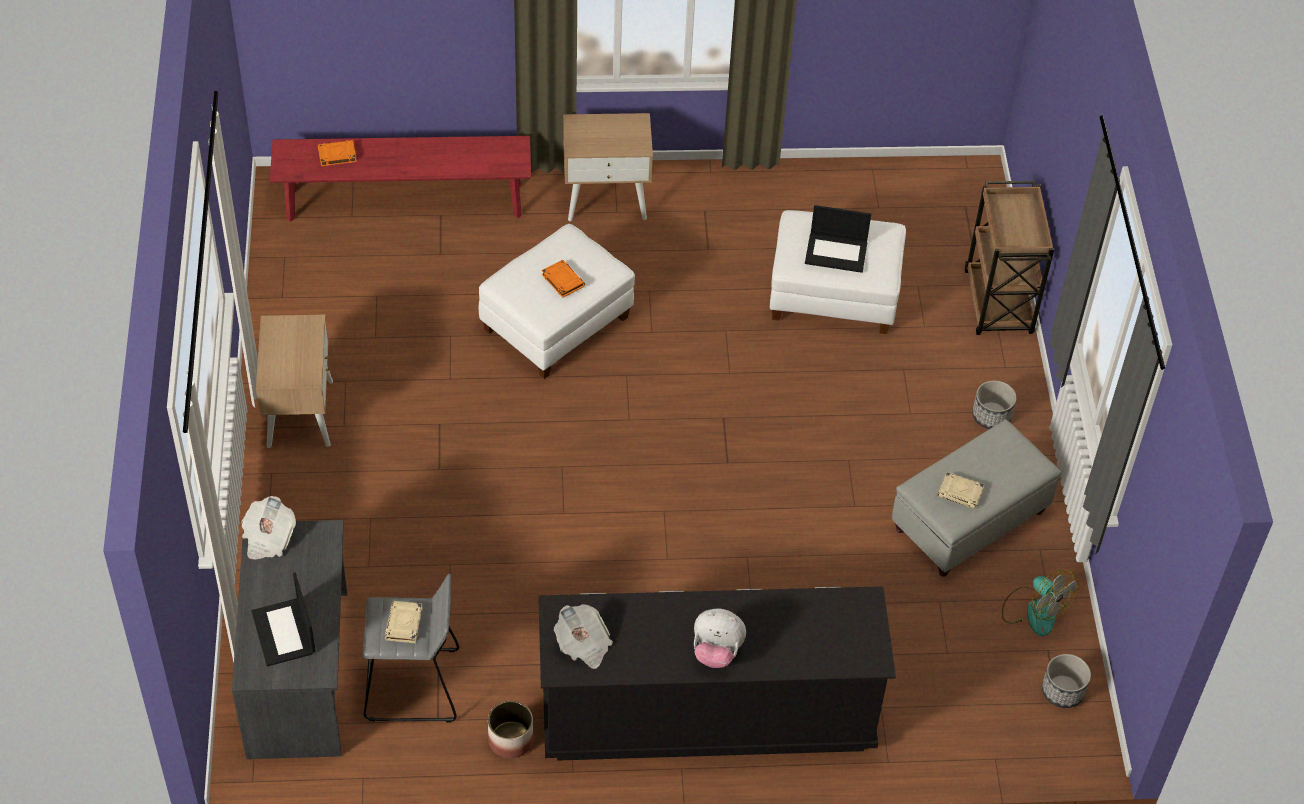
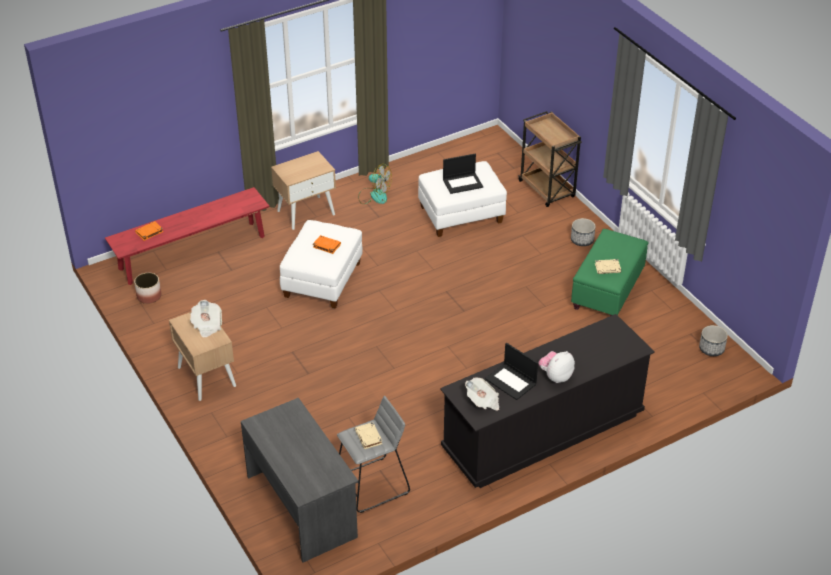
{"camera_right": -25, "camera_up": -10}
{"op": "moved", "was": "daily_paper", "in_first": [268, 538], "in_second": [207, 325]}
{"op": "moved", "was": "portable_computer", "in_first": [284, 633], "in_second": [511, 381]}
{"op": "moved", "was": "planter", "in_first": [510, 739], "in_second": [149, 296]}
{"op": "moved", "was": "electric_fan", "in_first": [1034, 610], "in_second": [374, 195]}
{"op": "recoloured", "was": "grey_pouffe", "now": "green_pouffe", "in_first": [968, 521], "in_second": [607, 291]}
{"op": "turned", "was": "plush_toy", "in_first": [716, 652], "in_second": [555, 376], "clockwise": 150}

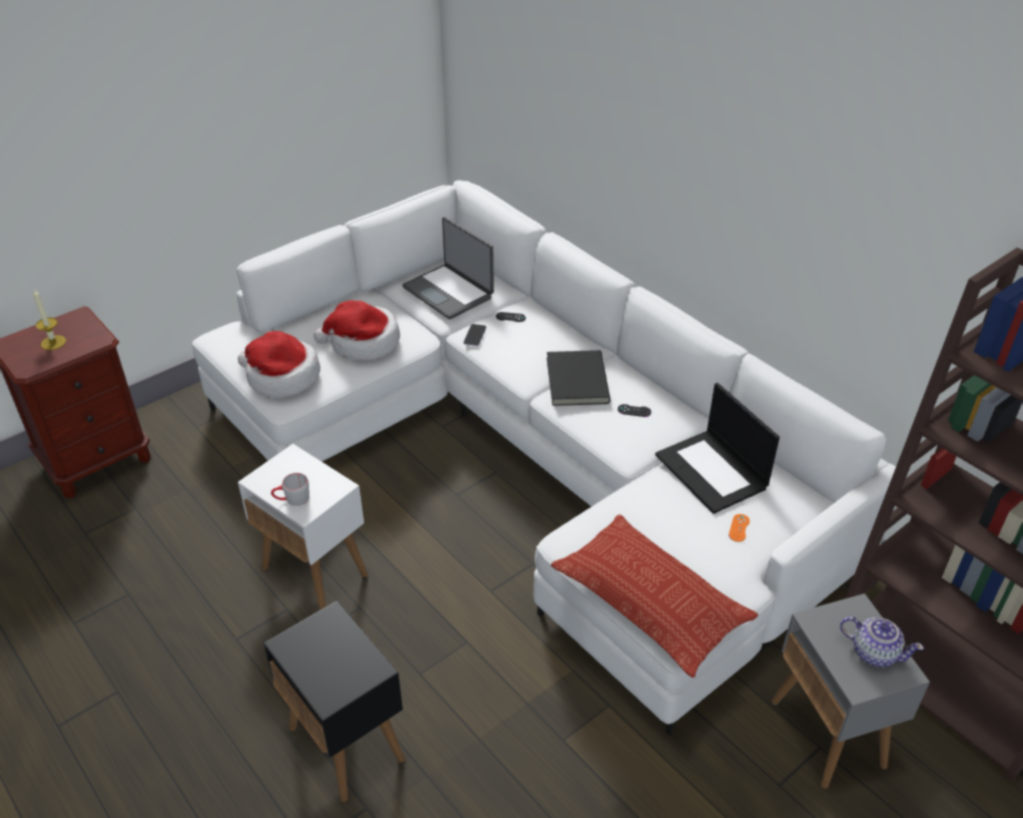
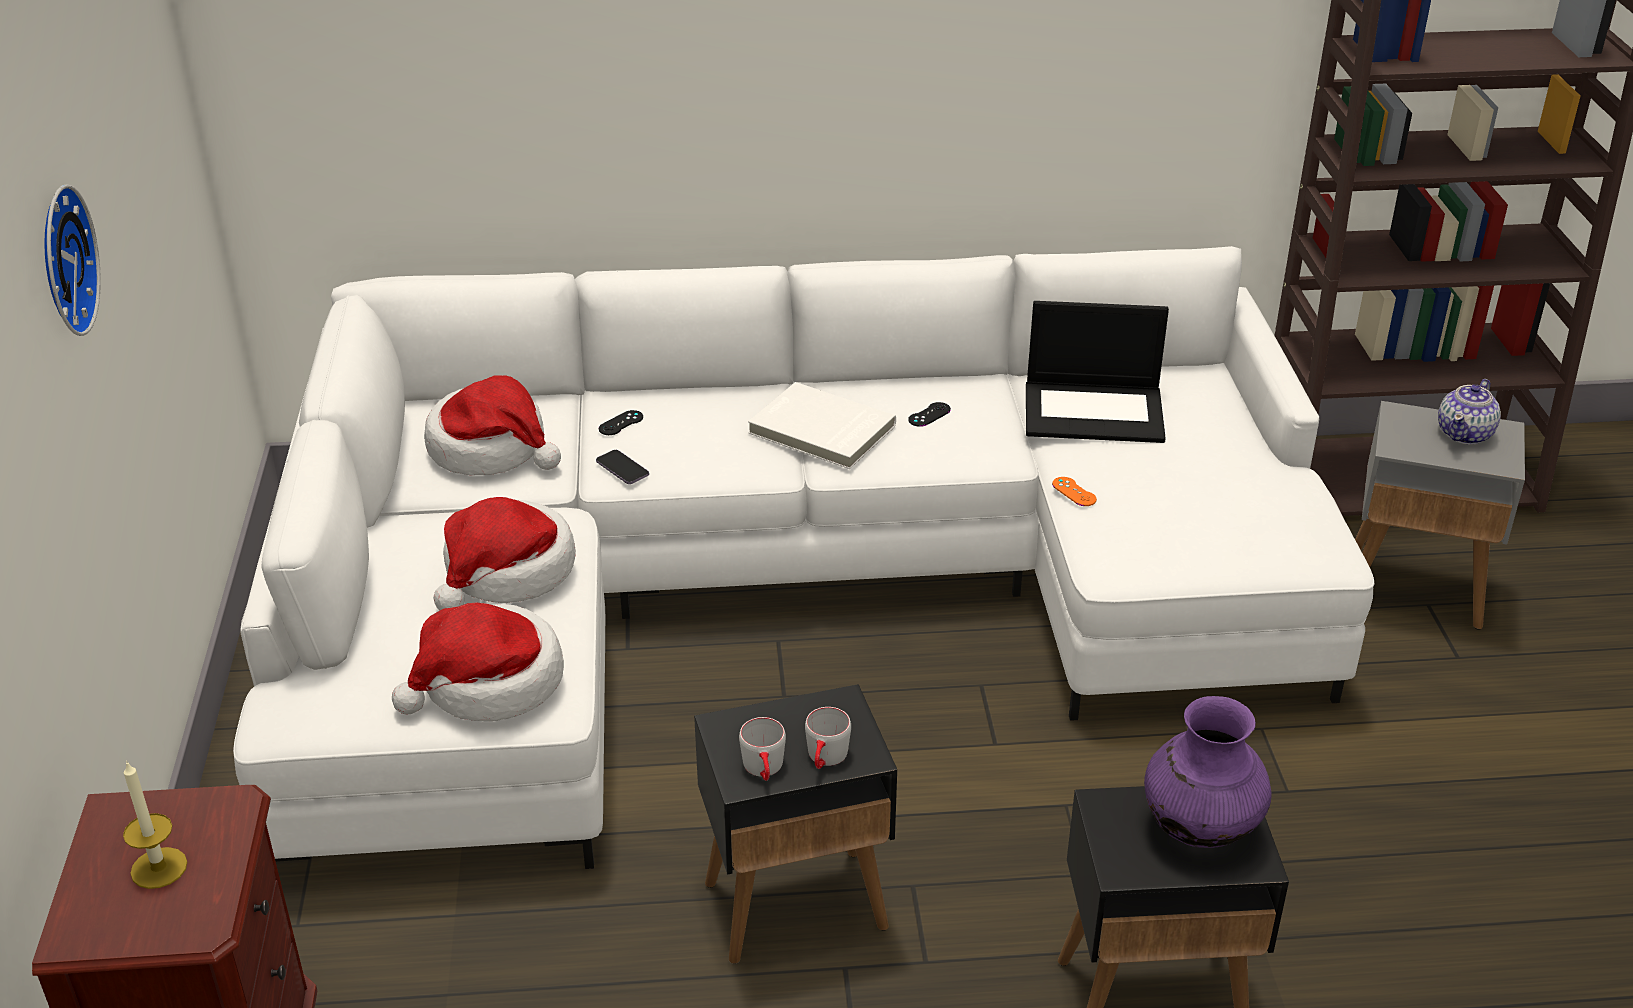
{"camera_right": -55, "camera_up": -5}
{"op": "removed", "was": "pillow", "in_first": [651, 600]}
{"op": "added", "now": "hanging_clock", "in_second": [60, 261]}
{"op": "added", "now": "grey_tea_mug", "in_second": [764, 770]}
{"op": "added", "now": "purplish_vase", "in_second": [1199, 828]}
{"op": "moved", "was": "orange_game_controller", "in_first": [739, 528], "in_second": [1074, 492]}
{"op": "replaced", "was": "portable_computer", "now": "clothing_hat", "in_first": [449, 292], "in_second": [491, 448]}
{"op": "recoloured", "was": "white-coloured_accent_table", "now": "black_accent_table", "in_first": [315, 572], "in_second": [797, 905]}
{"op": "recoloured", "was": "black_book", "now": "white-coloured_book", "in_first": [575, 380], "in_second": [820, 431]}
{"op": "turned", "was": "tea_pot", "in_first": [874, 652], "in_second": [1465, 433], "clockwise": 150}

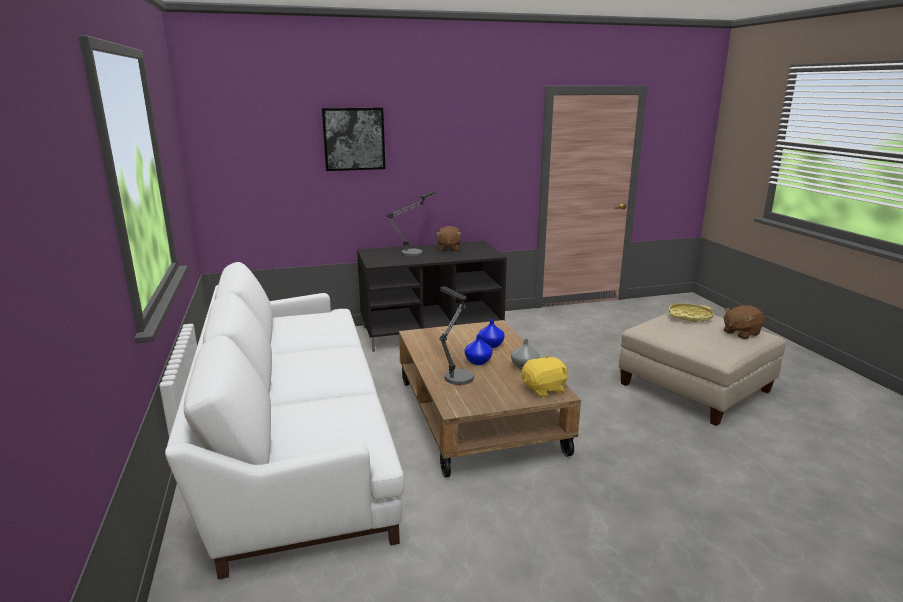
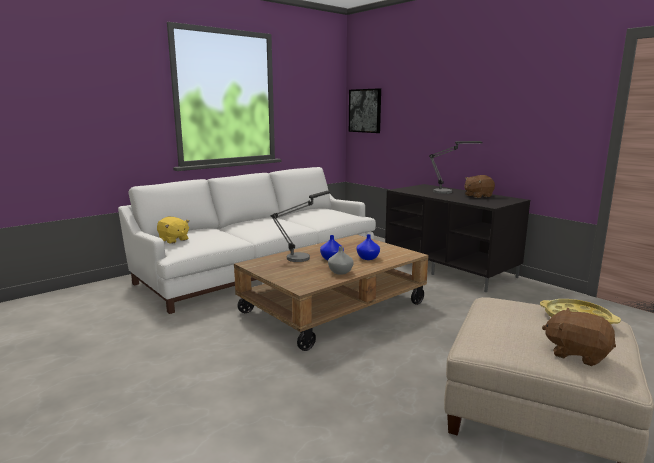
{"camera_right": 65, "camera_up": -5}
{"op": "moved", "was": "wall_picture", "in_first": [354, 139], "in_second": [365, 110]}
{"op": "moved", "was": "yellow-coloured_plush_toy", "in_first": [544, 389], "in_second": [173, 240]}

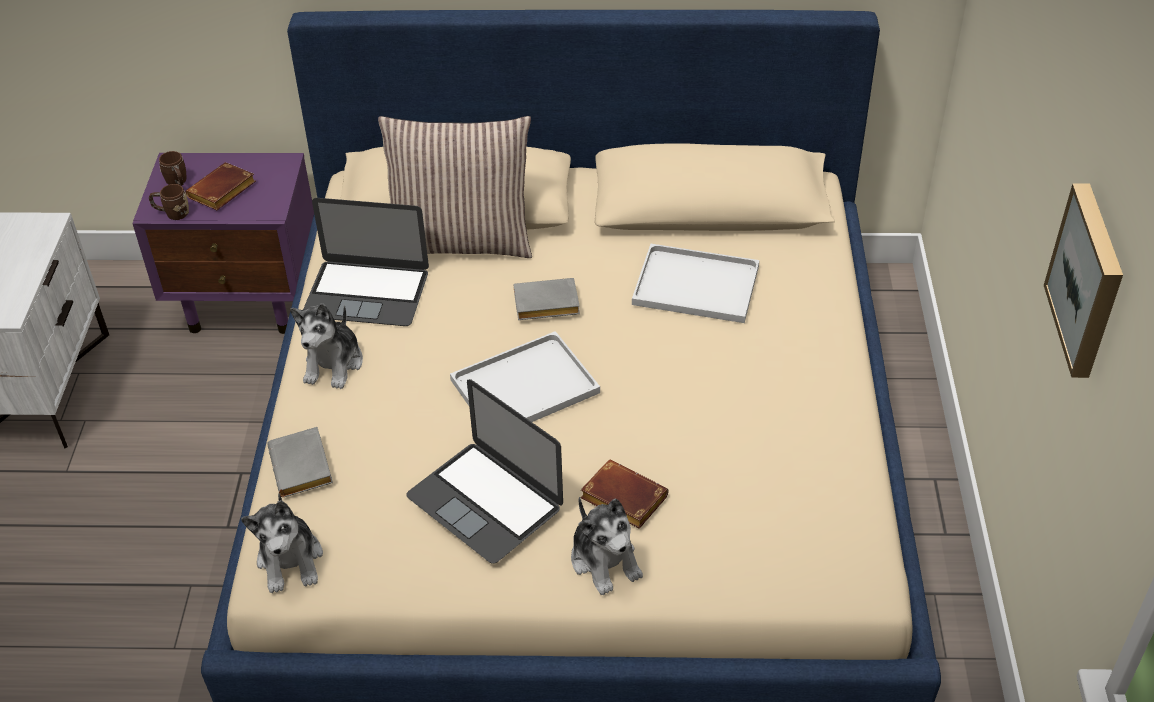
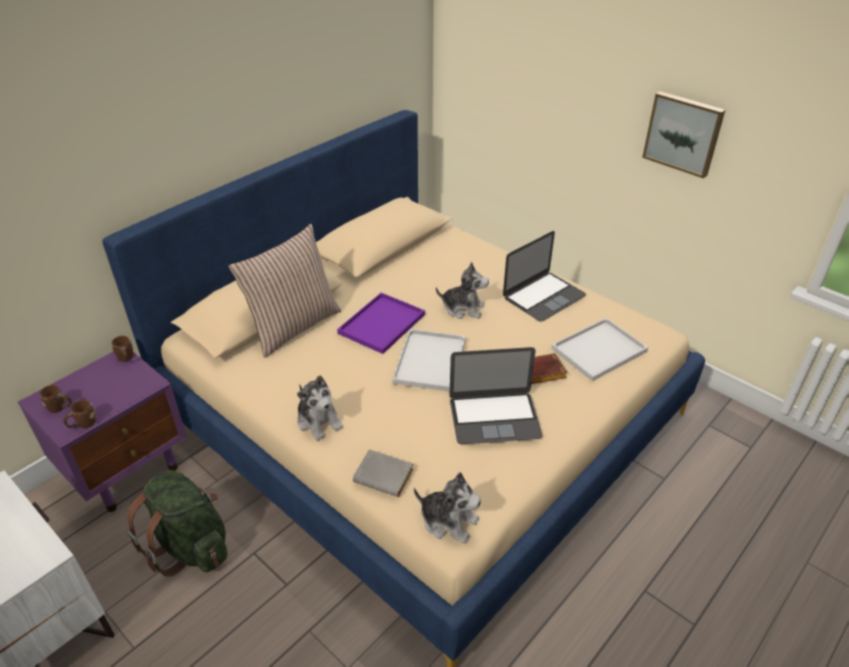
{"camera_right": -50, "camera_up": -5}
{"op": "removed", "was": "brownish_book", "in_first": [222, 192]}
{"op": "added", "now": "brownish_tea_mug", "in_second": [126, 359]}
{"op": "added", "now": "green_backpack", "in_second": [191, 546]}
{"op": "moved", "was": "portable_computer", "in_first": [366, 293], "in_second": [544, 296]}
{"op": "moved", "was": "plush_toy", "in_first": [605, 560], "in_second": [463, 308]}
{"op": "moved", "was": "white-coloured_serving_tray", "in_first": [698, 285], "in_second": [599, 349]}
{"op": "replaced", "was": "grey_book", "now": "purplish_serving_tray", "in_first": [544, 305], "in_second": [381, 325]}

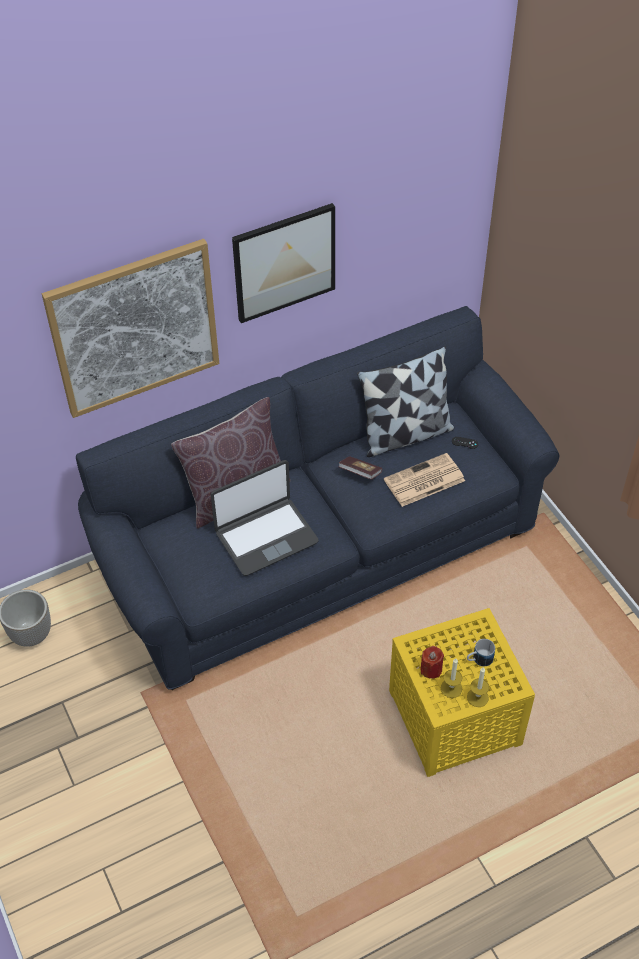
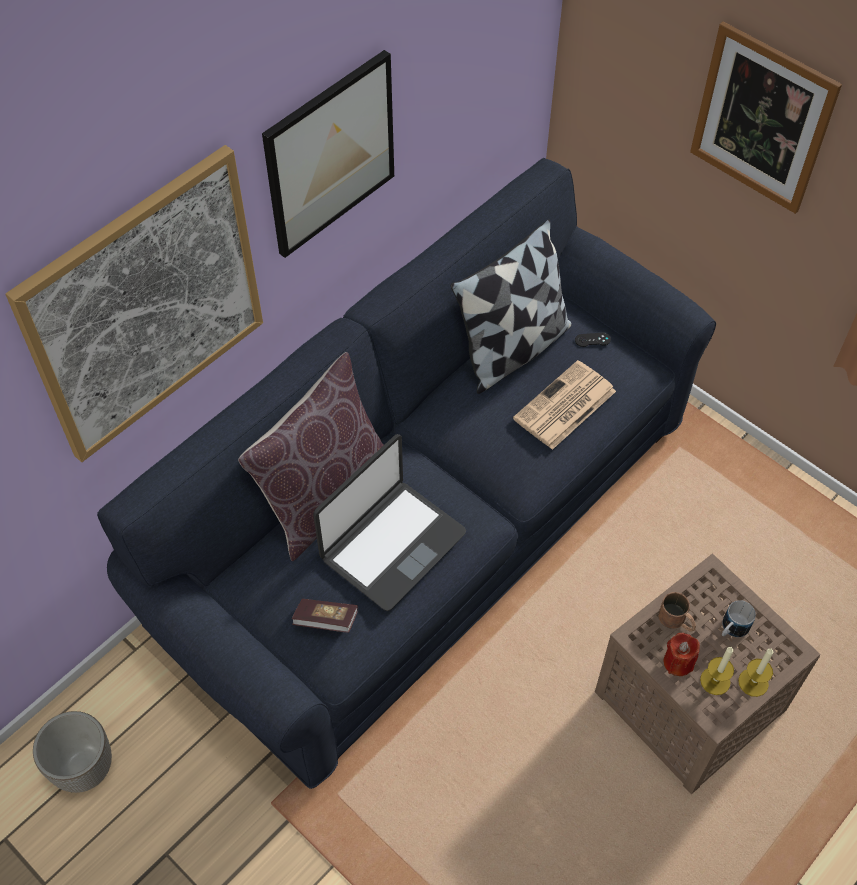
{"camera_right": -20, "camera_up": 5}
{"op": "added", "now": "brownish_tea_mug", "in_second": [677, 621]}
{"op": "added", "now": "wall_picture", "in_second": [762, 119]}
{"op": "moved", "was": "book", "in_first": [360, 473], "in_second": [326, 621]}
{"op": "recoloured", "was": "yellow-coloured_accent_table", "now": "brownish_accent_table", "in_first": [457, 718], "in_second": [693, 702]}

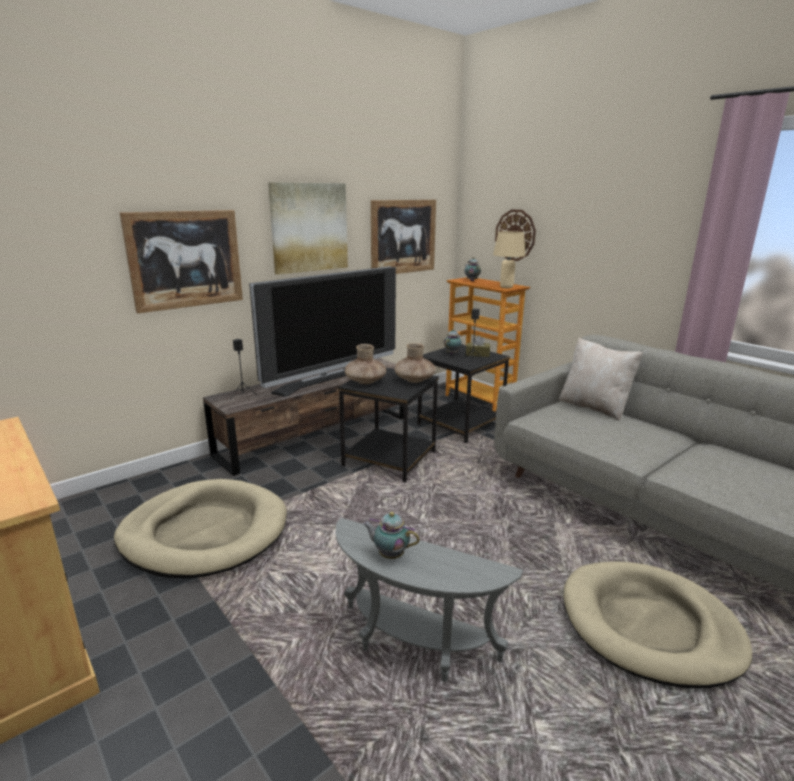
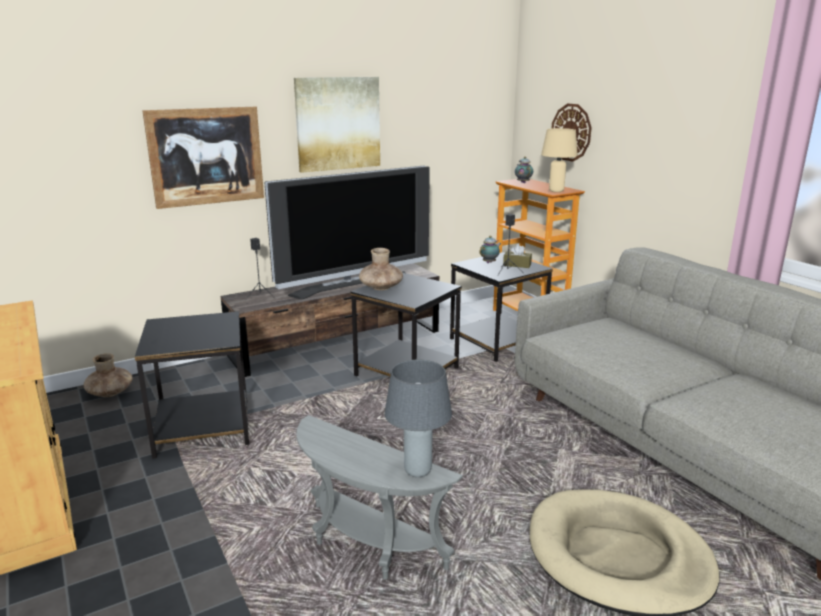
{"camera_right": 10, "camera_up": 0}
{"op": "removed", "was": "tea_pot", "in_first": [389, 555]}
{"op": "removed", "was": "wall_picture", "in_first": [403, 237]}
{"op": "removed", "was": "beige_pillow", "in_first": [594, 407]}
{"op": "added", "now": "grey_table_lamp", "in_second": [418, 471]}
{"op": "moved", "was": "brownish_vase", "in_first": [414, 380], "in_second": [110, 393]}
{"op": "replaced", "was": "beige_dog_cushion", "now": "black_accent_table", "in_first": [205, 532], "in_second": [202, 427]}

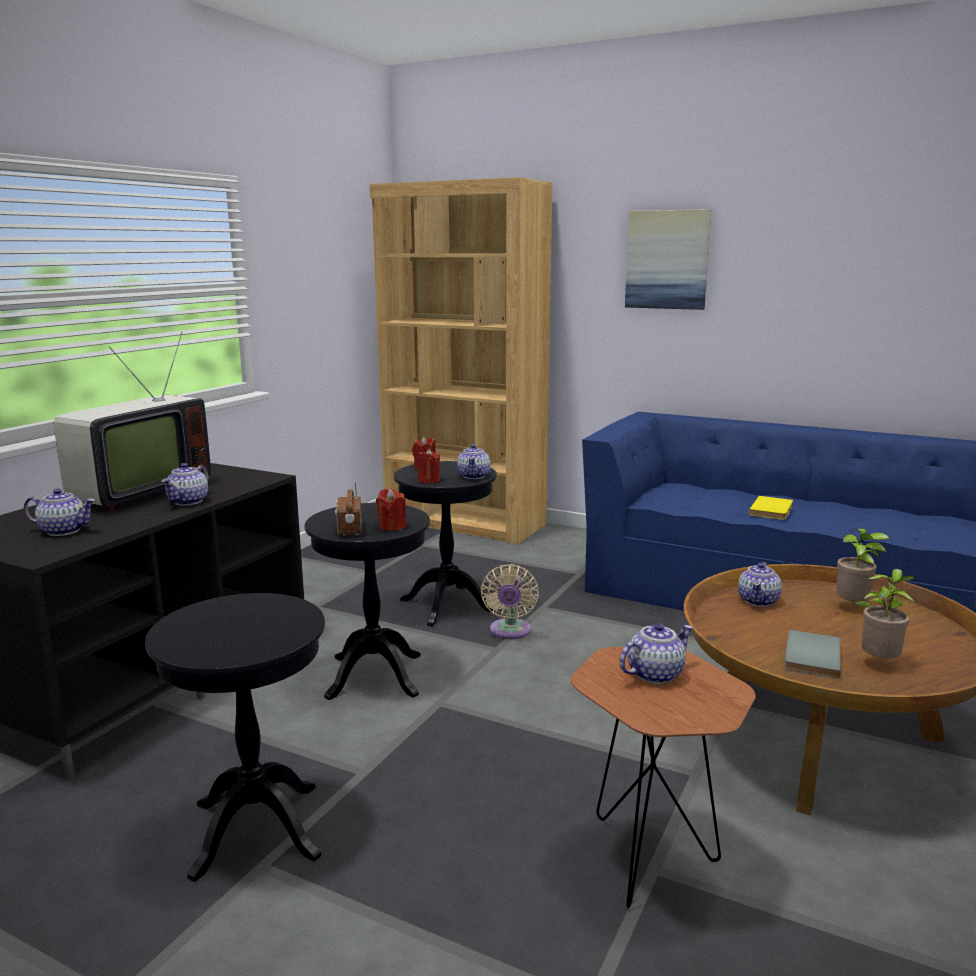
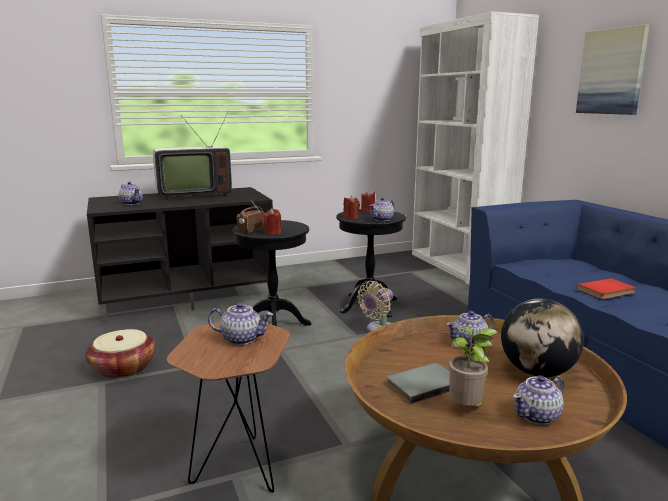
{"camera_right": 40, "camera_up": 0}
{"op": "moved", "was": "tea_pot", "in_first": [189, 501], "in_second": [537, 416]}
{"op": "replaced", "was": "black_accent_table", "now": "storage_basket", "in_first": [256, 829], "in_second": [123, 368]}
{"op": "replaced", "was": "houseplant", "now": "world_globe", "in_first": [853, 608], "in_second": [537, 372]}
{"op": "recoloured", "was": "brownish_bookshelf", "now": "white-coloured_bookshelf", "in_first": [464, 522], "in_second": [458, 266]}
{"op": "recoloured", "was": "yellow-coloured_book", "now": "red_book", "in_first": [773, 510], "in_second": [607, 291]}

